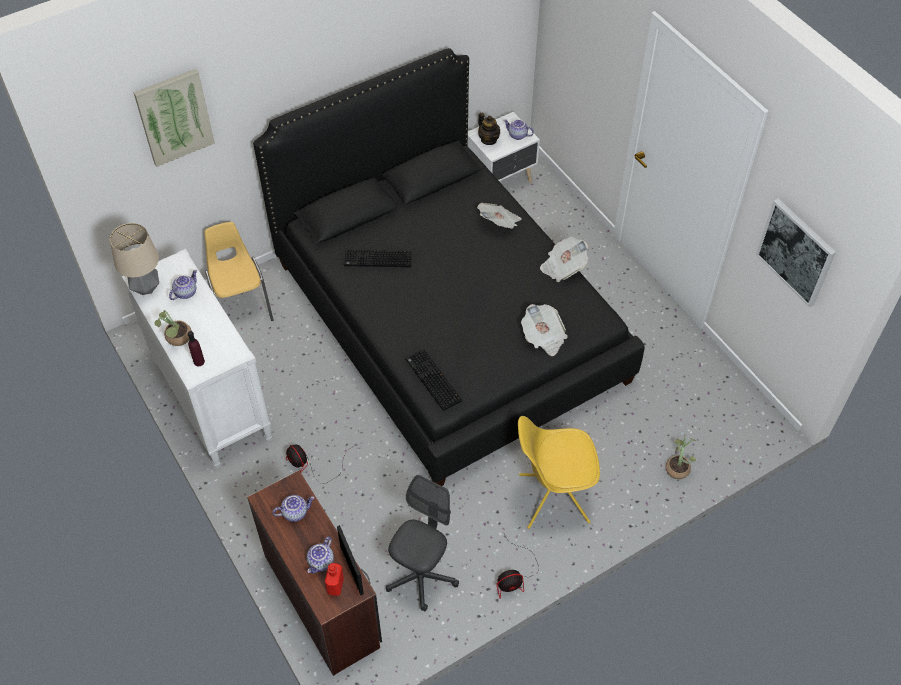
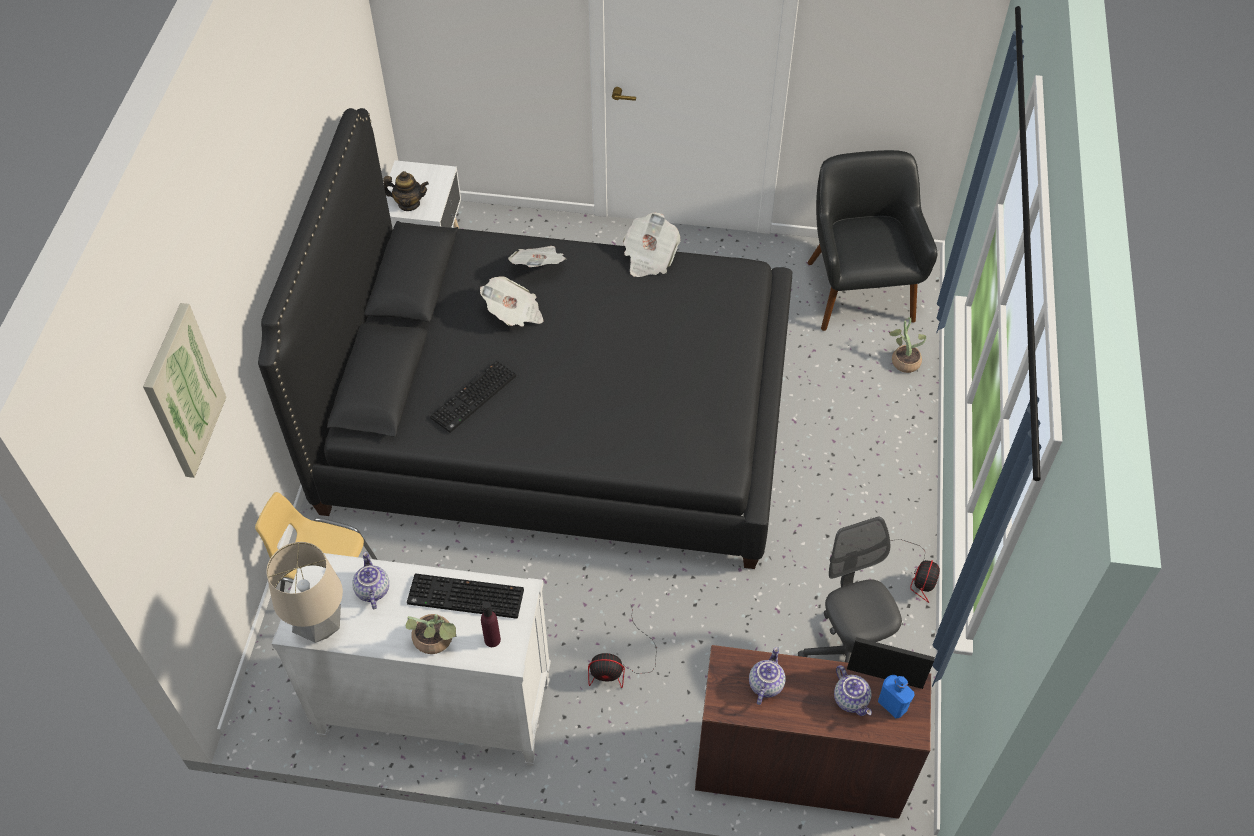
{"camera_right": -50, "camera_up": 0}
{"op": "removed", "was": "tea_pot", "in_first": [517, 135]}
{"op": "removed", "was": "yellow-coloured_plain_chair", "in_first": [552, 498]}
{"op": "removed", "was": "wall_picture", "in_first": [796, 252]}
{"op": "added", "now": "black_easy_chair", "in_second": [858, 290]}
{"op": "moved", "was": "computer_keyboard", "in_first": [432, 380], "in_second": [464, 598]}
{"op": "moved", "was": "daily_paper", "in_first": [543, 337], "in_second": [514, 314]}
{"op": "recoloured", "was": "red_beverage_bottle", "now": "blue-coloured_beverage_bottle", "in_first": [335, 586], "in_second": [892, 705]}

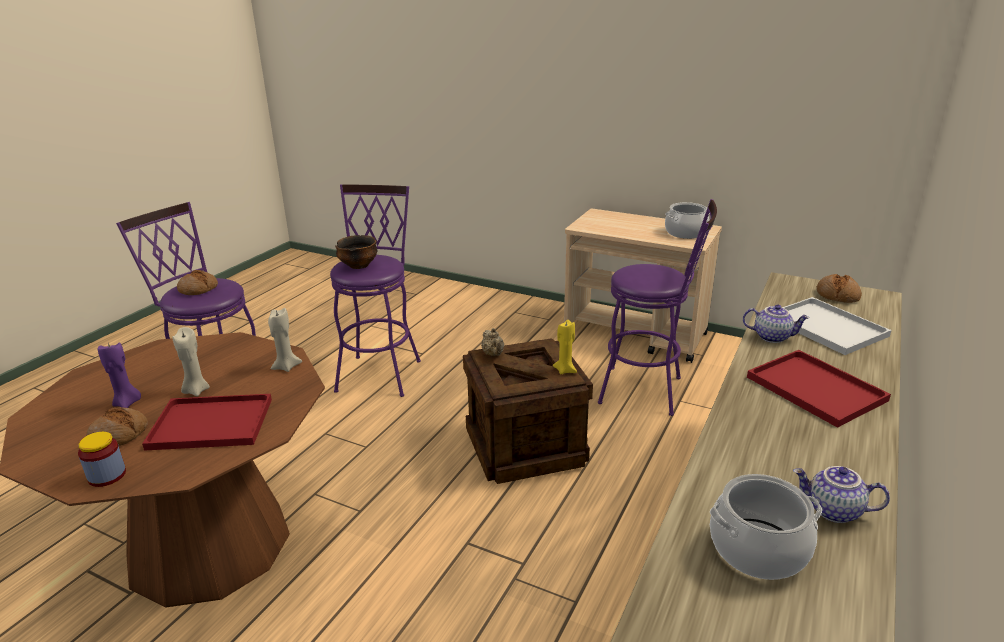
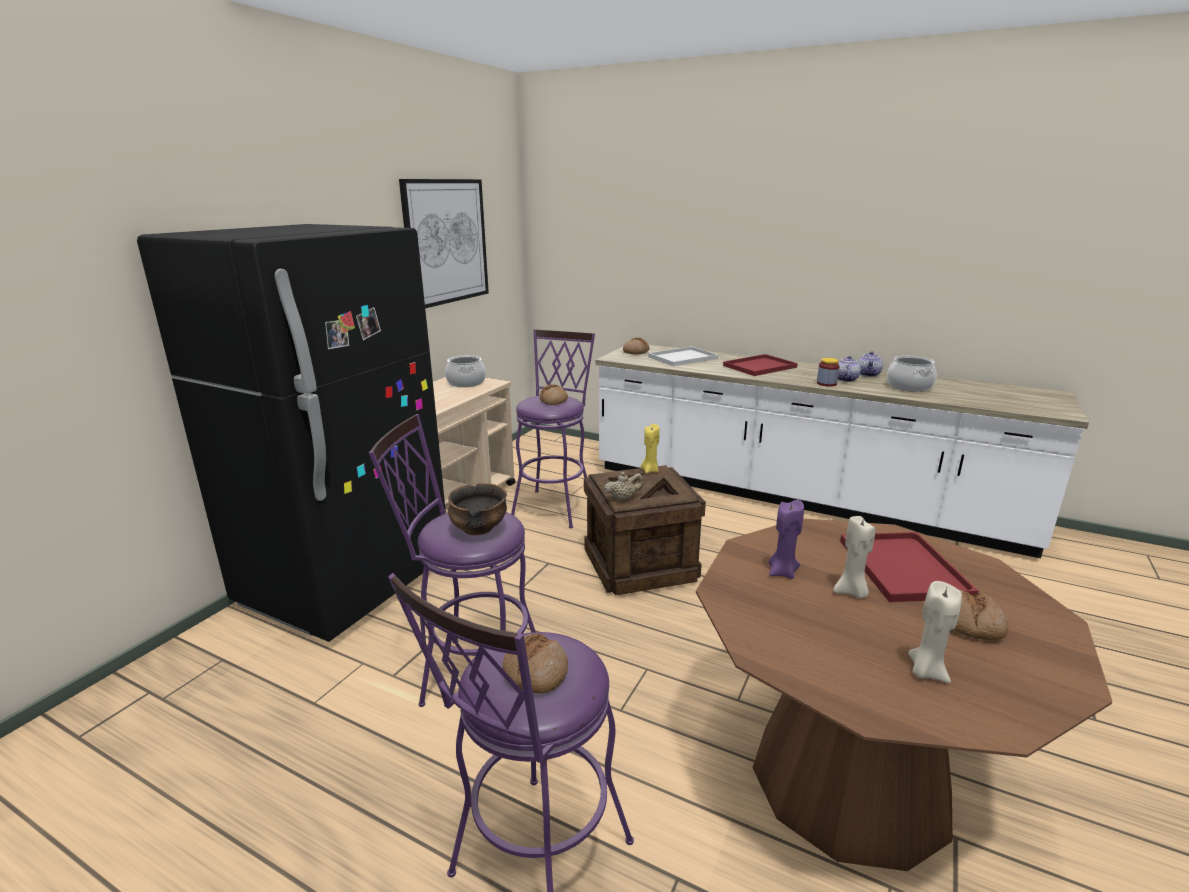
{"camera_right": -90, "camera_up": -5}
{"op": "added", "now": "black_fridge", "in_second": [347, 583]}
{"op": "added", "now": "wall_picture", "in_second": [446, 242]}
{"op": "added", "now": "bread", "in_second": [553, 400]}
{"op": "moved", "was": "preserve_jar", "in_first": [107, 475], "in_second": [826, 383]}
{"op": "moved", "was": "purplish_candle", "in_first": [127, 403], "in_second": [782, 572]}
{"op": "moved", "was": "beige_candle", "in_first": [286, 366], "in_second": [926, 671]}
{"op": "moved", "was": "tea_pot", "in_first": [772, 337], "in_second": [845, 379]}

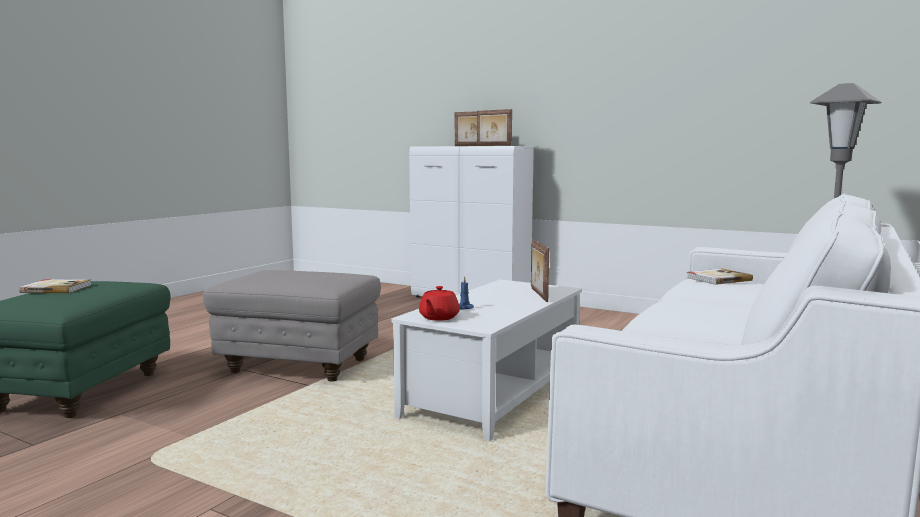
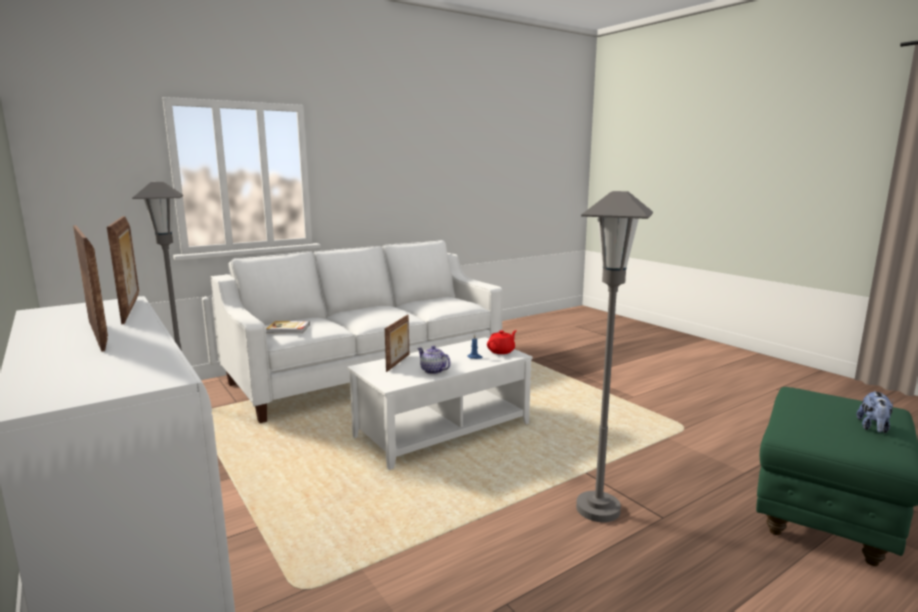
{"camera_right": -155, "camera_up": 5}
{"op": "added", "now": "tea_pot", "in_second": [433, 370]}
{"op": "replaced", "was": "book", "now": "plush_toy", "in_first": [56, 289], "in_second": [873, 428]}
{"op": "replaced", "was": "grey_pouffe", "now": "grey_standing_lamp", "in_first": [300, 366], "in_second": [597, 509]}

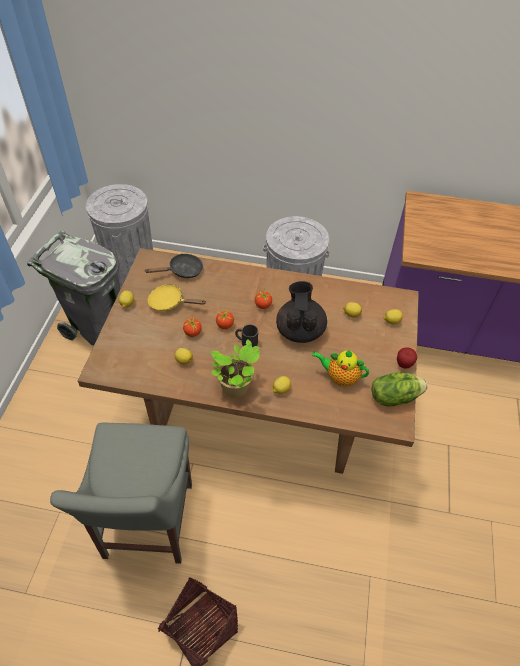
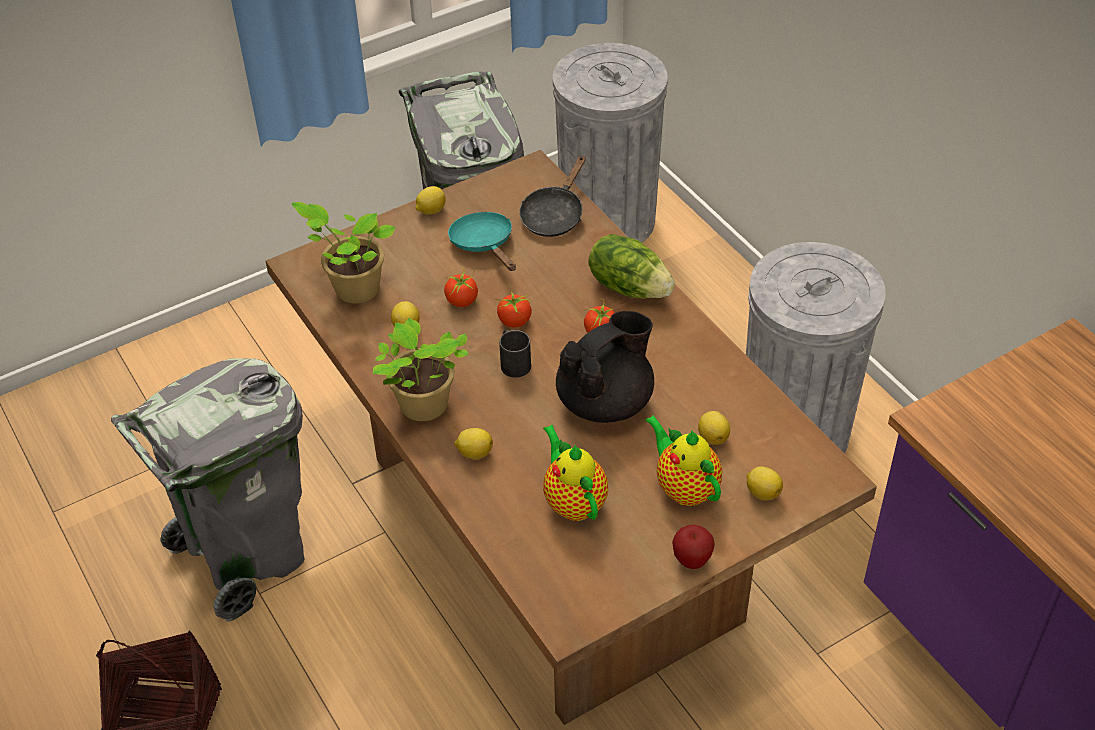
{"camera_right": 50, "camera_up": -5}
{"op": "added", "now": "houseplant", "in_second": [353, 289]}
{"op": "added", "now": "tea_pot", "in_second": [684, 487]}
{"op": "moved", "was": "lettuce", "in_first": [394, 396], "in_second": [629, 286]}
{"op": "replaced", "was": "grey_plain_chair", "now": "grey_trash_can", "in_first": [147, 525], "in_second": [246, 556]}
{"op": "recoloured", "was": "yellow-coloured_pan", "now": "blue-green_pan", "in_first": [170, 302], "in_second": [484, 244]}
{"op": "turned", "was": "black_pan", "in_first": [182, 271], "in_second": [554, 215], "clockwise": 90}

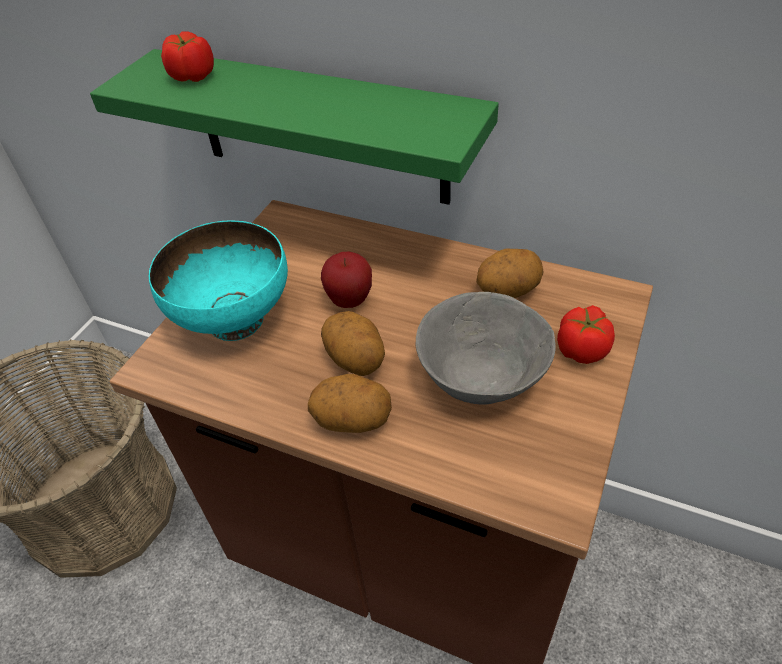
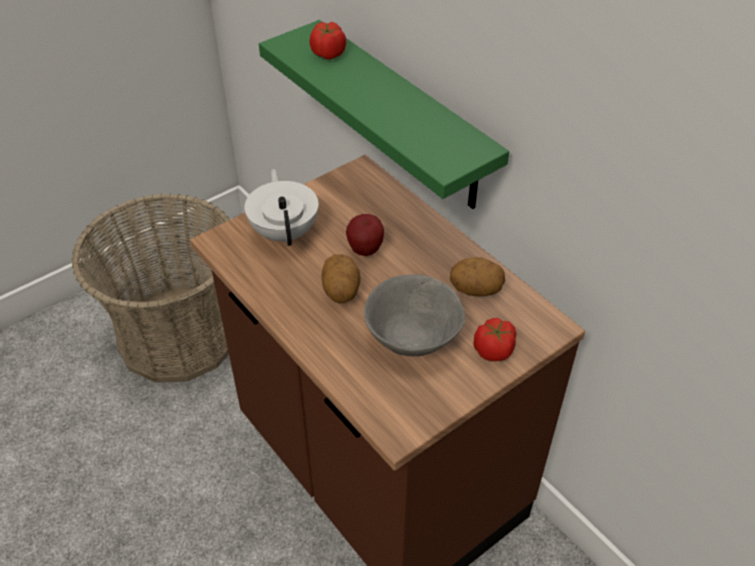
{"camera_right": 25, "camera_up": 0}
{"op": "removed", "was": "spud", "in_first": [353, 421]}
{"op": "replaced", "was": "blue-green_serving_bowl", "now": "white-coloured_tea_pot", "in_first": [235, 319], "in_second": [285, 232]}

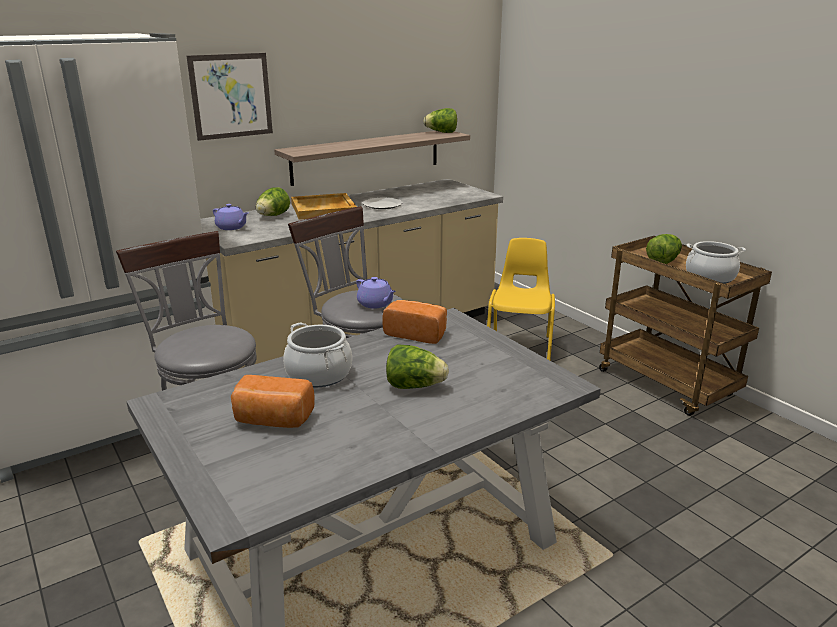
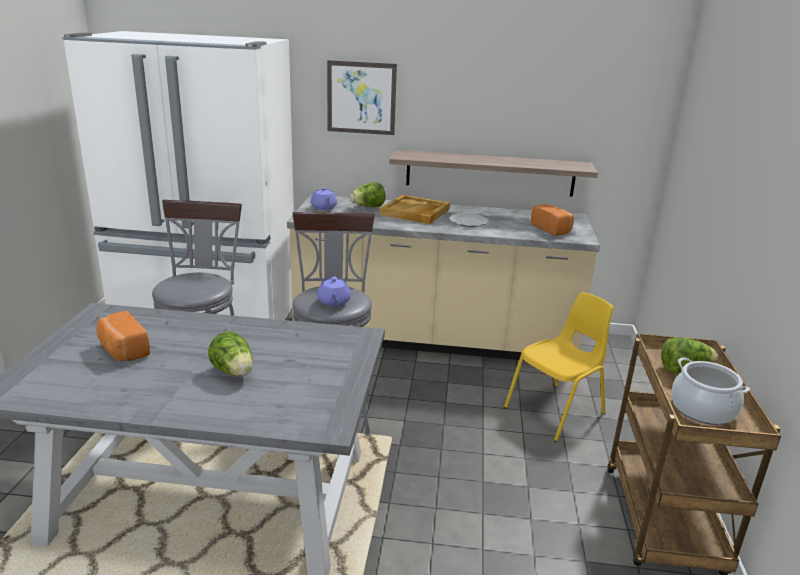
{"camera_right": 40, "camera_up": 0}
{"op": "removed", "was": "cooking_pot", "in_first": [318, 374]}
{"op": "removed", "was": "lettuce", "in_first": [441, 132]}
{"op": "moved", "was": "bread", "in_first": [416, 333], "in_second": [552, 229]}

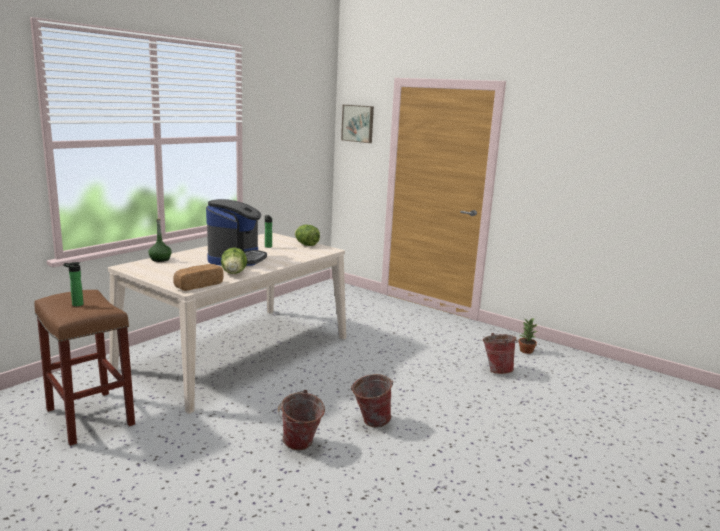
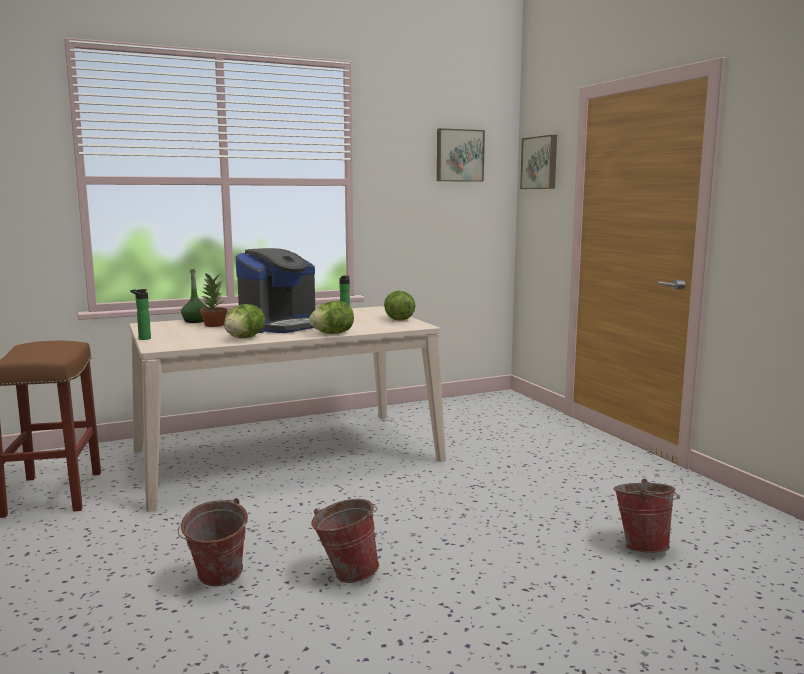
{"camera_right": 30, "camera_up": -5}
{"op": "removed", "was": "bread", "in_first": [198, 285]}
{"op": "added", "now": "lettuce", "in_second": [332, 334]}
{"op": "added", "now": "wall_picture", "in_second": [459, 155]}
{"op": "moved", "was": "beverage_bottle", "in_first": [76, 304], "in_second": [143, 338]}
{"op": "moved", "was": "houseplant", "in_first": [525, 351], "in_second": [213, 325]}

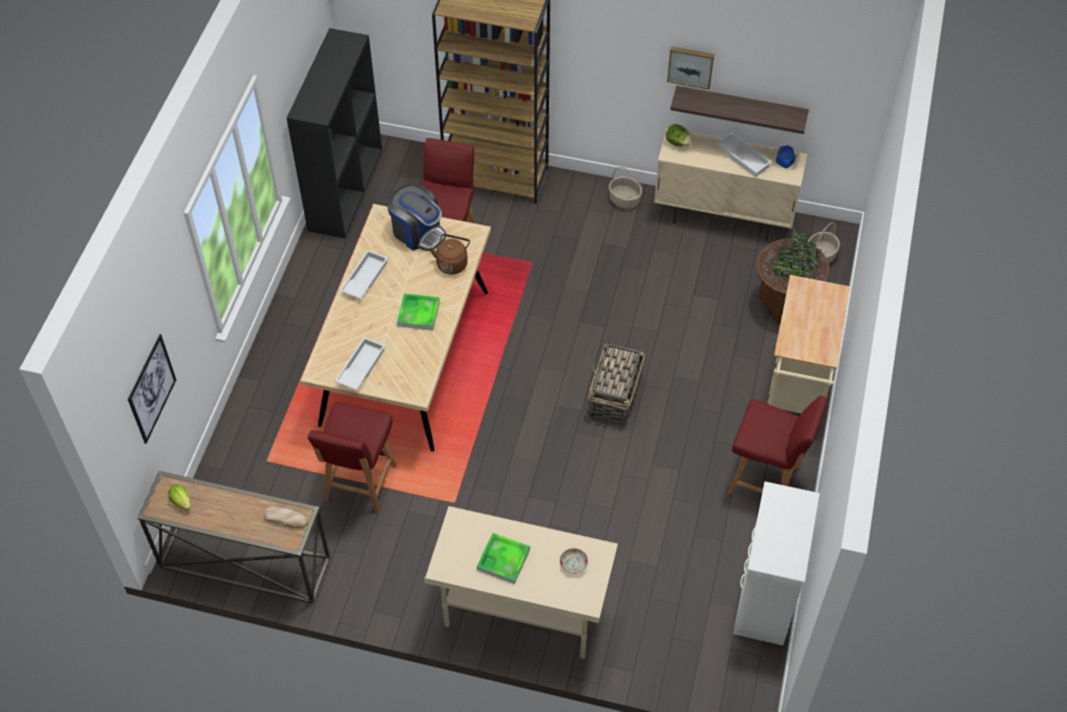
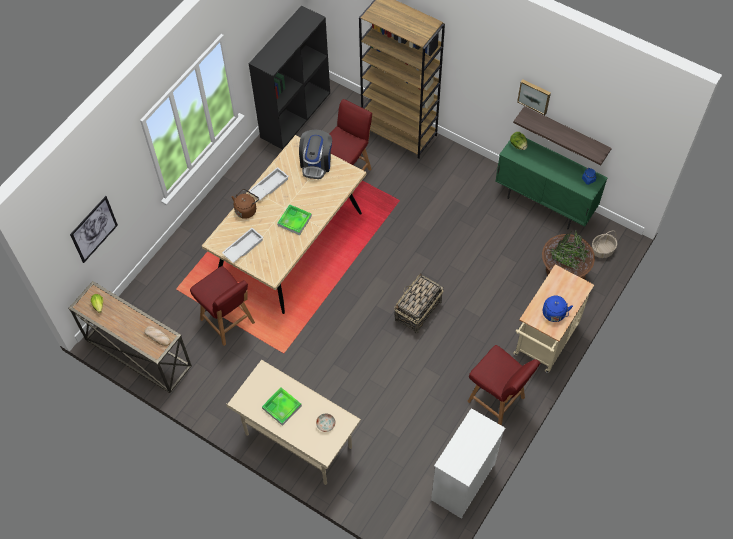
{"camera_right": 20, "camera_up": 5}
{"op": "removed", "was": "storage_basket", "in_first": [625, 199]}
{"op": "removed", "was": "white-coloured_serving_tray", "in_first": [744, 157]}
{"op": "added", "now": "blue-coloured_tea_kettle", "in_second": [554, 315]}
{"op": "moved", "was": "brownish_tea_kettle", "in_first": [452, 263], "in_second": [246, 209]}
{"op": "recoloured", "was": "beige_storage_cabinet", "now": "green_storage_cabinet", "in_first": [723, 218], "in_second": [544, 204]}
{"op": "turned", "was": "red_plain_chair", "in_first": [359, 484], "in_second": [228, 322], "clockwise": -75}
{"op": "turned", "was": "coffee_maker", "in_first": [418, 232], "in_second": [316, 163], "clockwise": 45}

